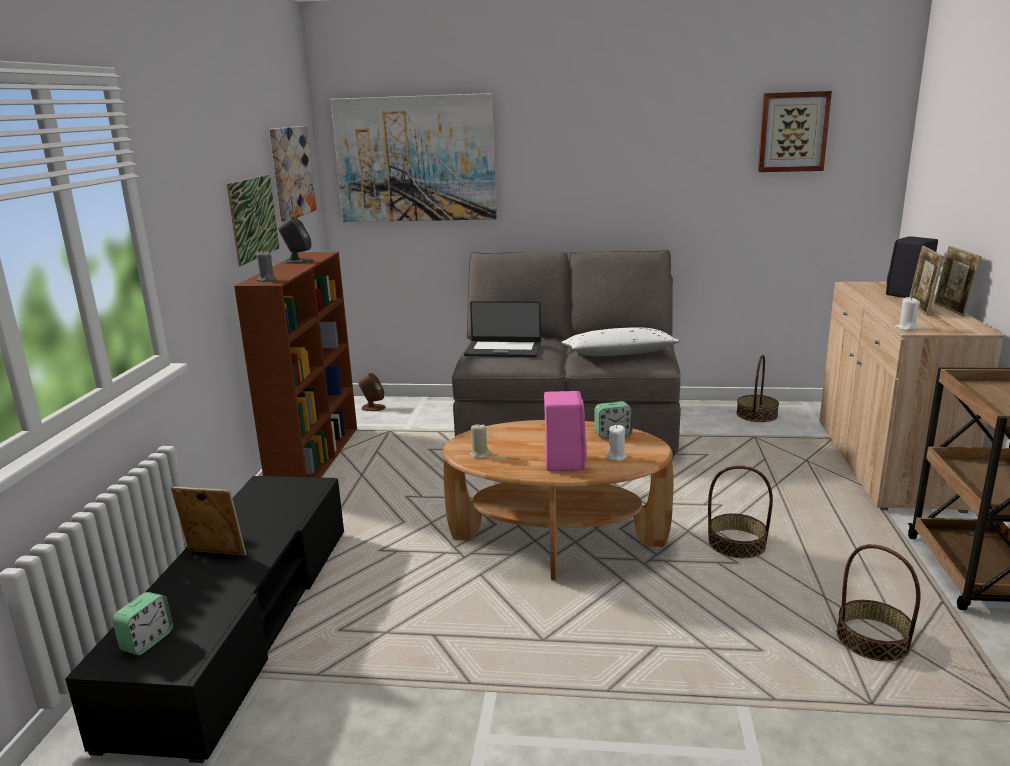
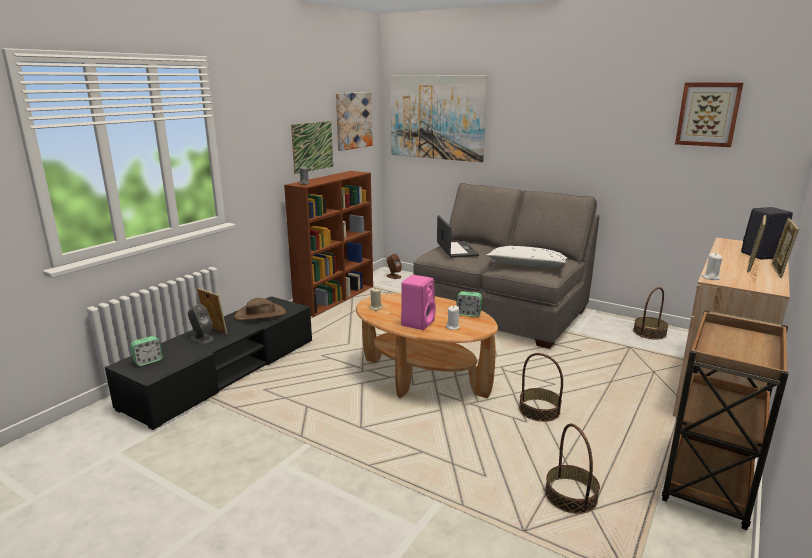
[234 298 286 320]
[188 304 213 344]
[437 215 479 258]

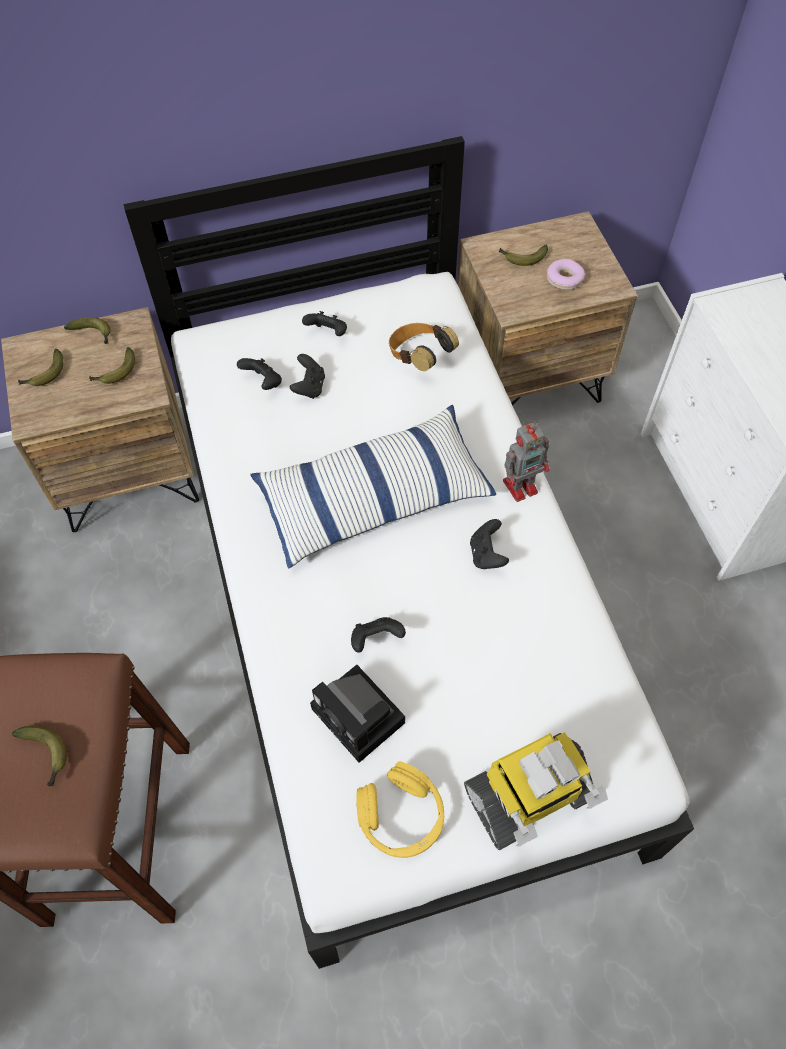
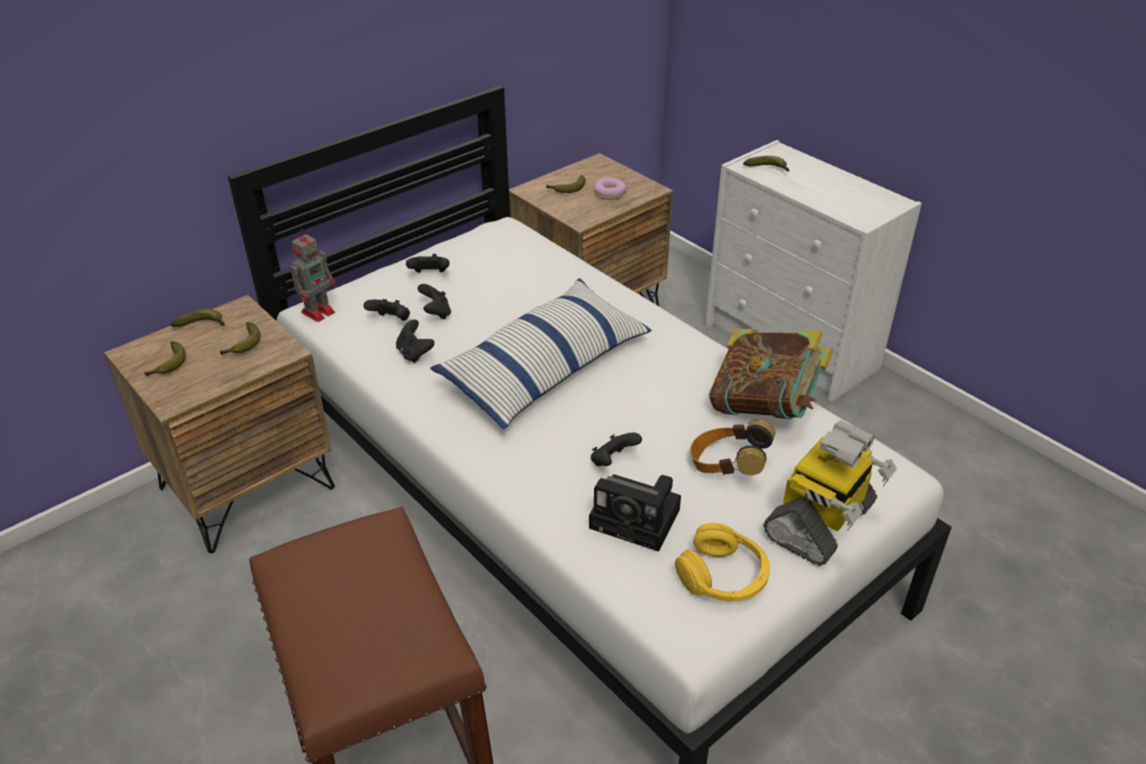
[709 329 833 419]
[743 156 789 171]
[690 420 775 475]
[396 319 435 363]
[290 229 336 322]

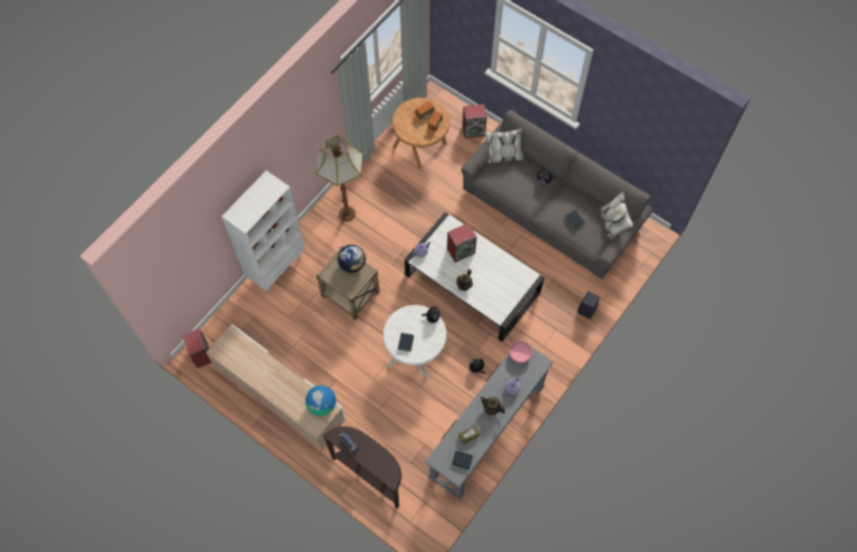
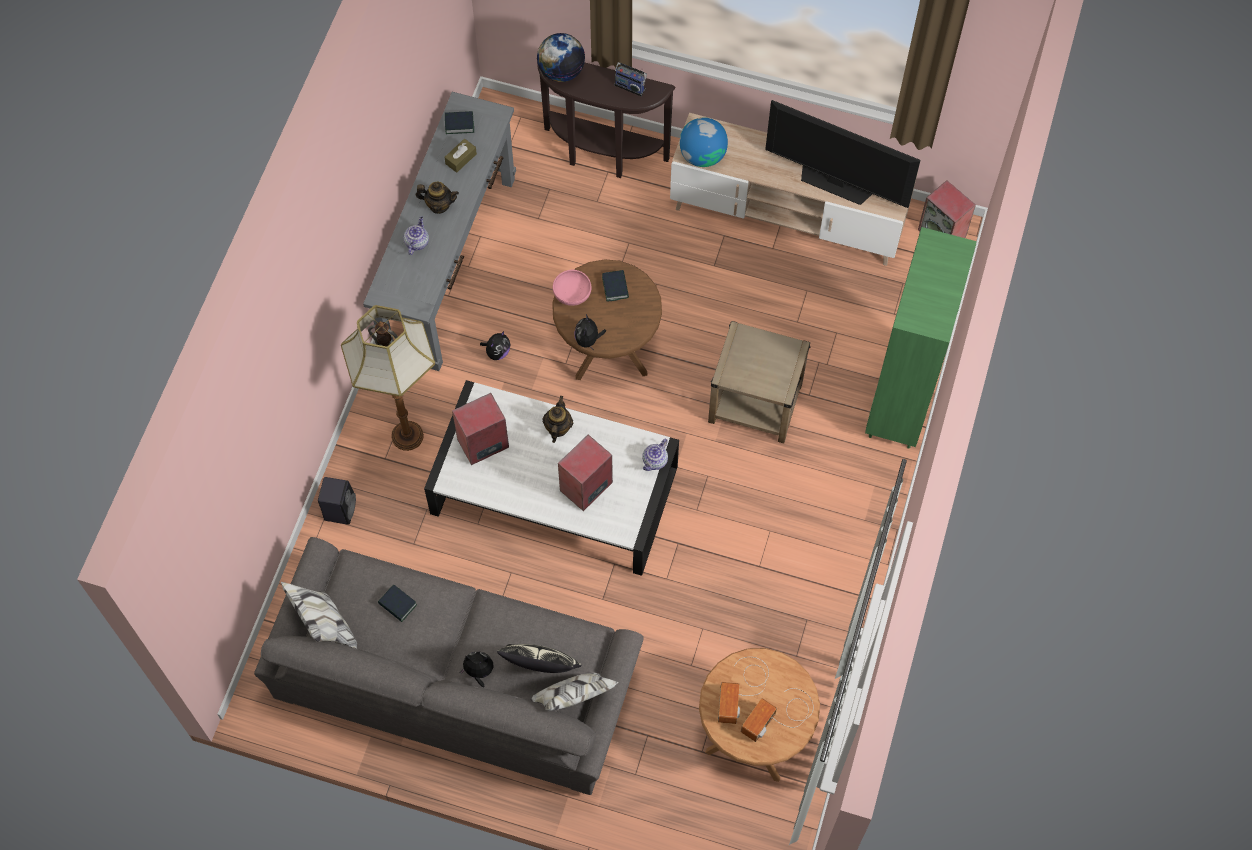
[497 644 581 673]
[765 100 920 208]
[341 305 435 451]
[537 33 585 82]
[452 393 509 465]
[553 270 592 306]
[865 227 977 449]
[552 259 662 380]

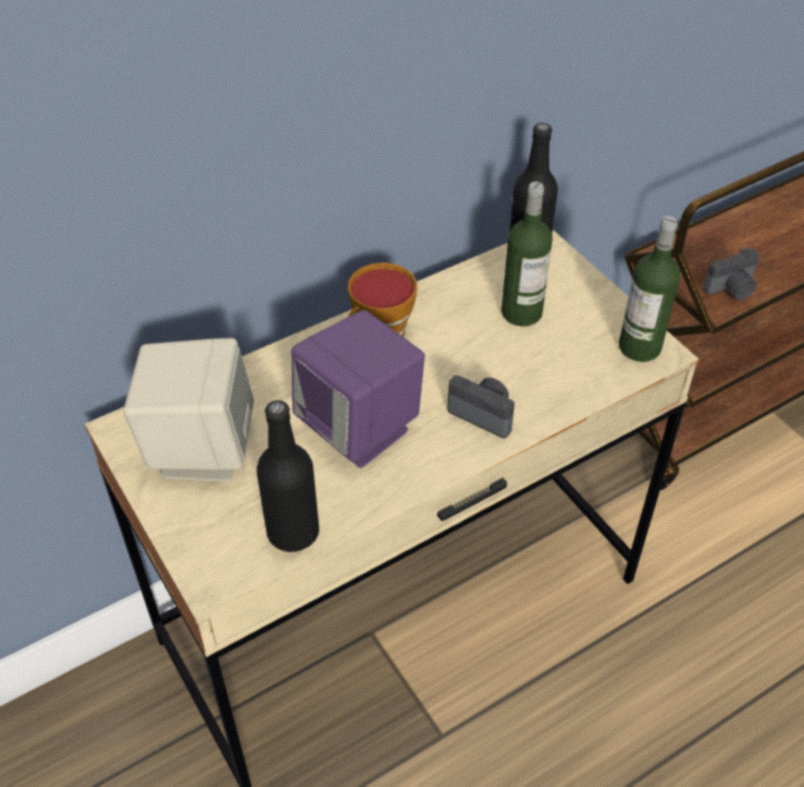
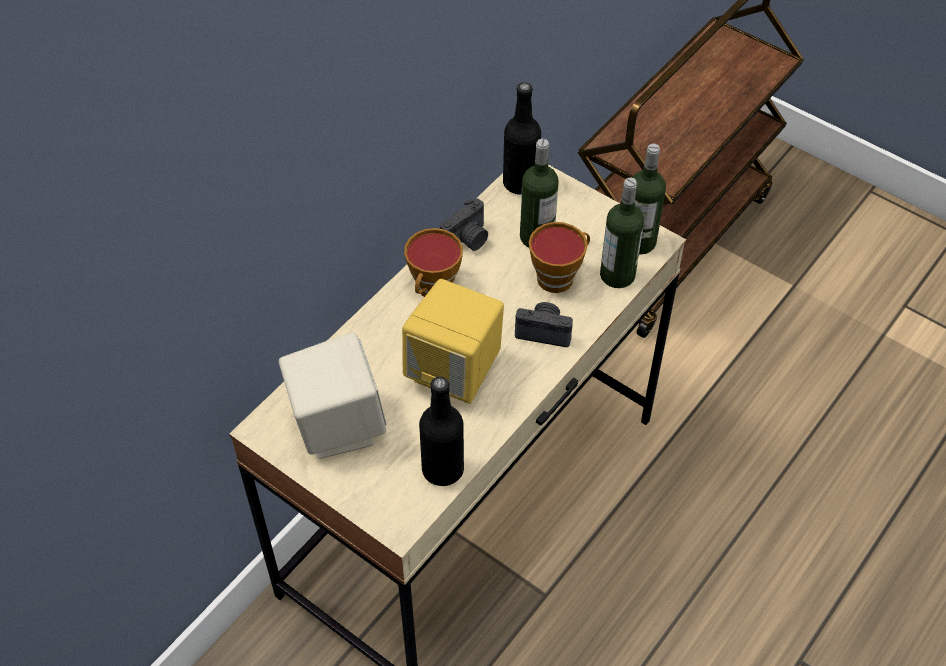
[529 222 590 293]
[600 178 644 288]
[440 198 488 251]
[402 279 504 404]

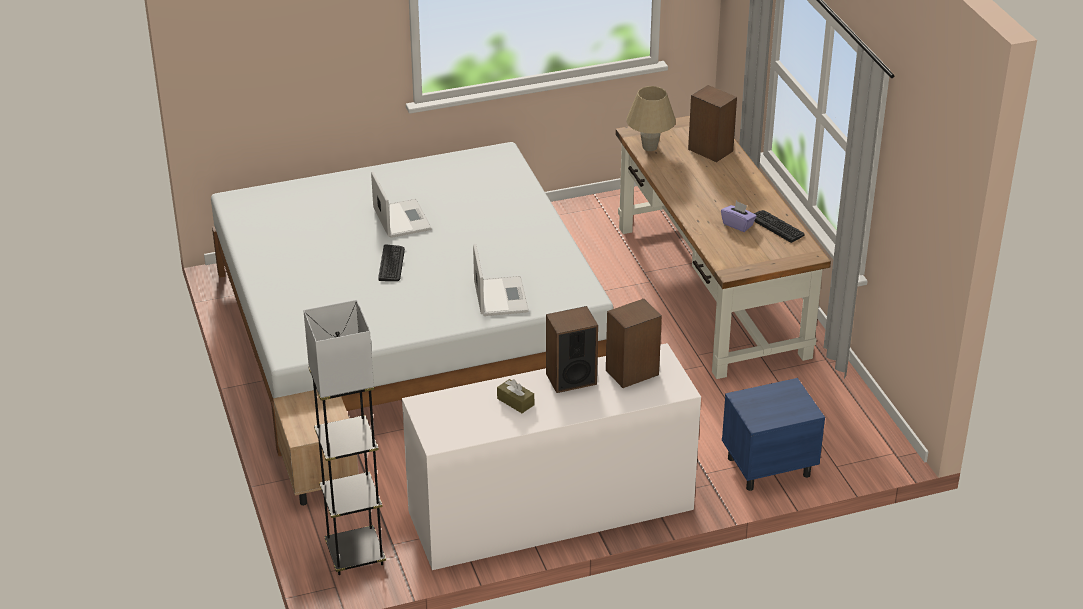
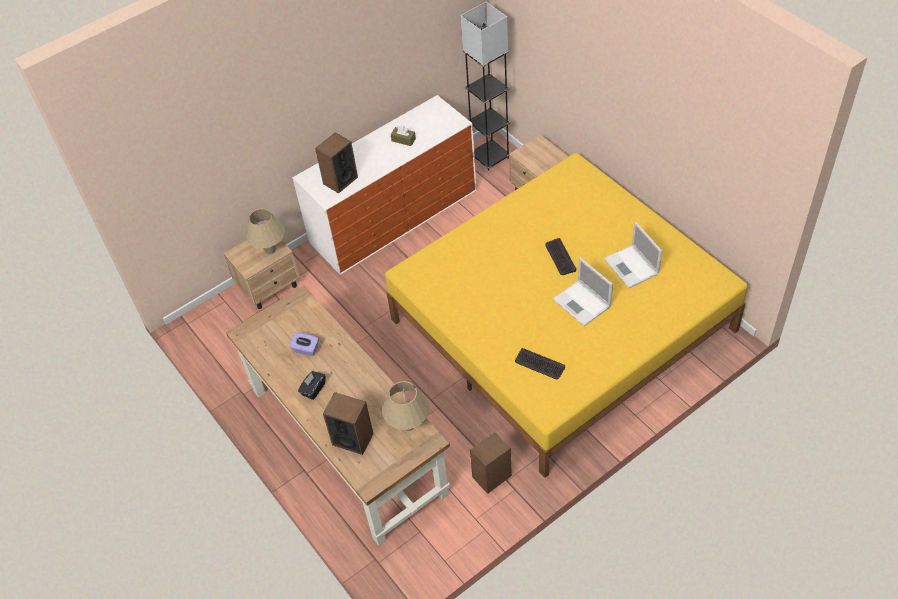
[246 208 285 254]
[298 371 325 400]
[604 222 662 288]
[470 432 512 494]
[515 348 565 379]
[385 153 748 478]
[224 240 300 309]

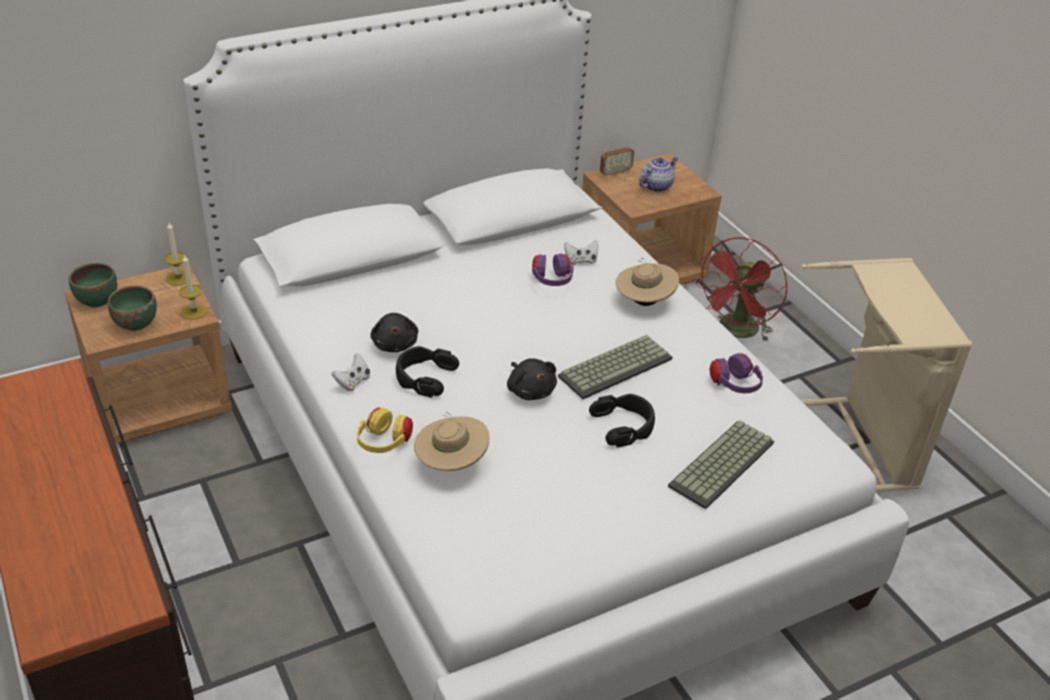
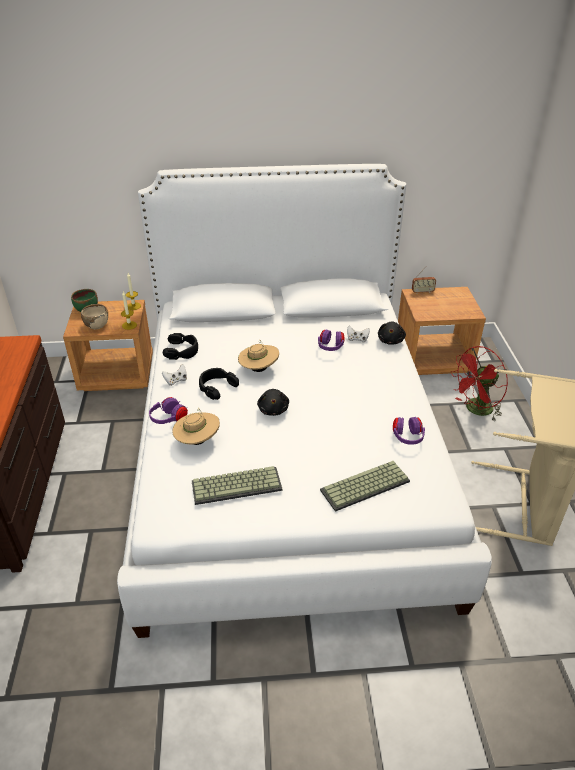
[639 157 678 192] (first image)
[378 322 406 345]
[192 466 282 505]
[163 333 198 360]
[238 340 279 372]
[81 304 108 329]
[149 397 188 424]

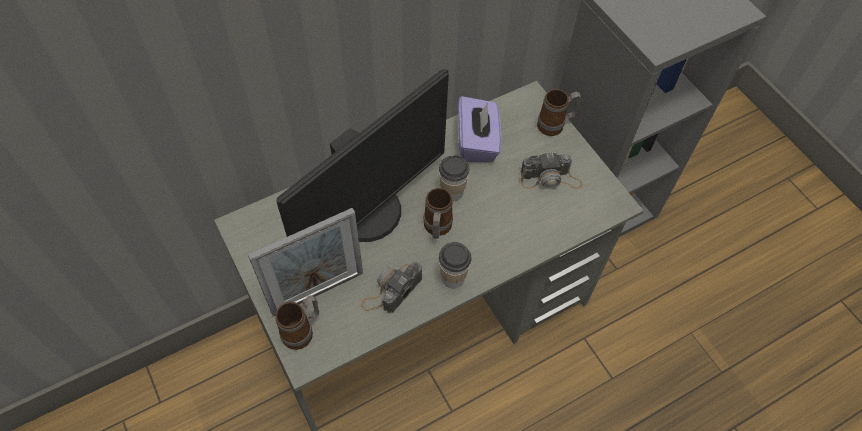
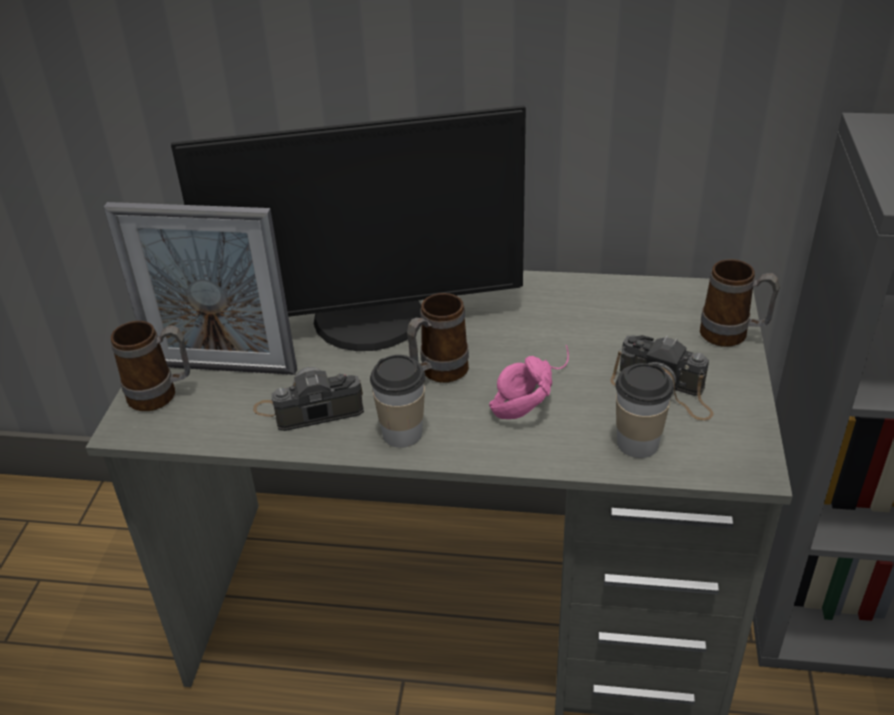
[458 96 501 162] (first image)
[489 345 569 419]
[616 363 673 458]

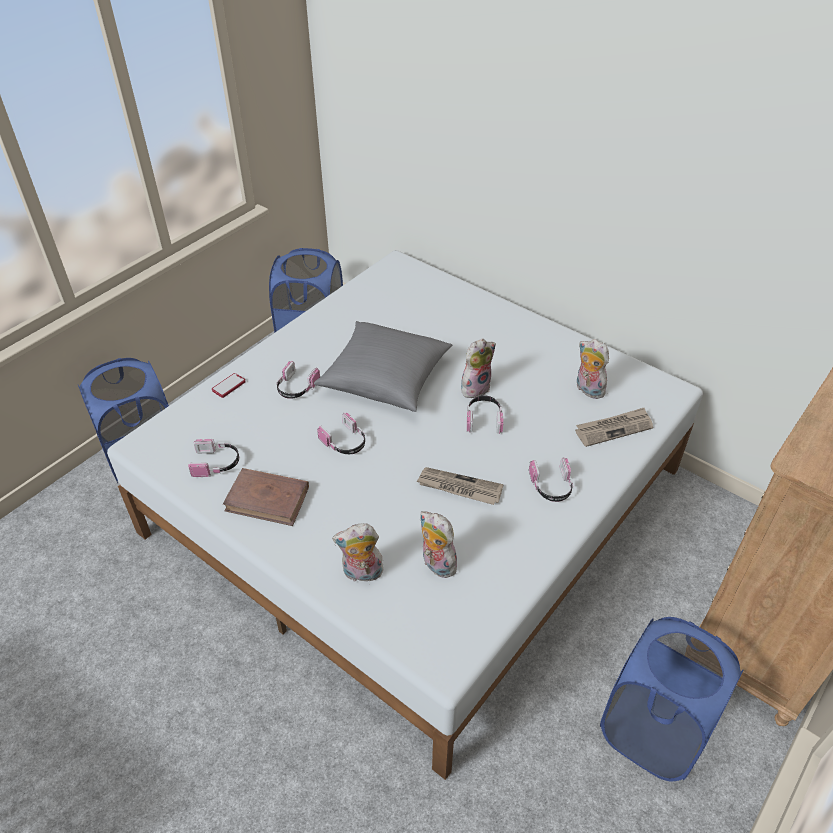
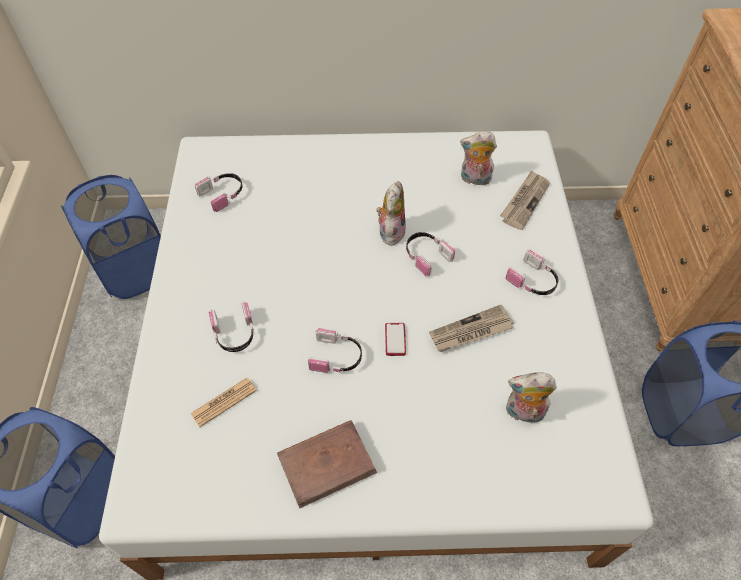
[314 321 452 412] (first image)
[332 523 383 582] (first image)
[191 378 257 427]
[195 173 242 212]
[385 323 406 356]

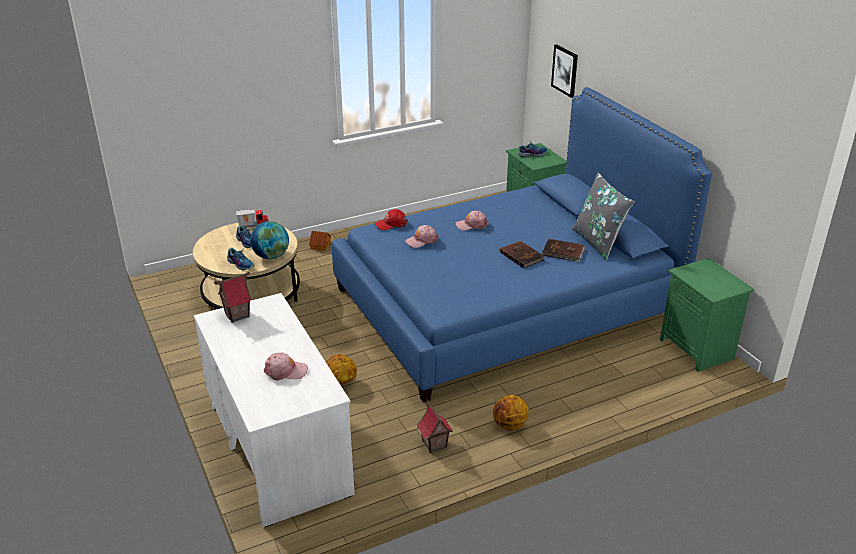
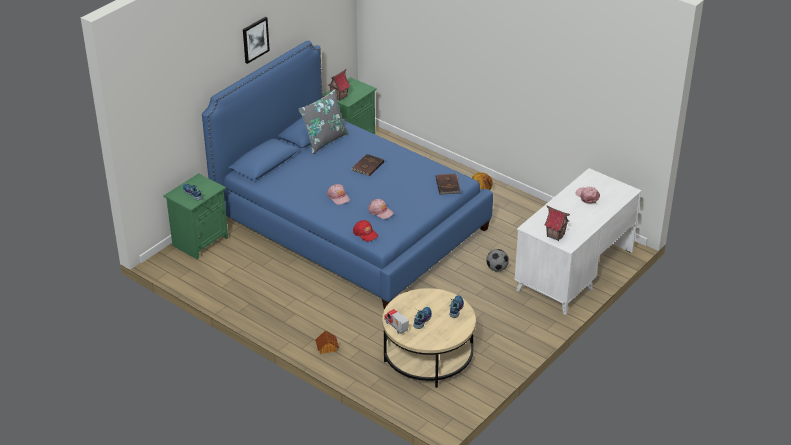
[250 221 289 259] (first image)
[328 69 350 101]
[436 173 461 195]
[243 17 270 64]
[486 249 509 272]

